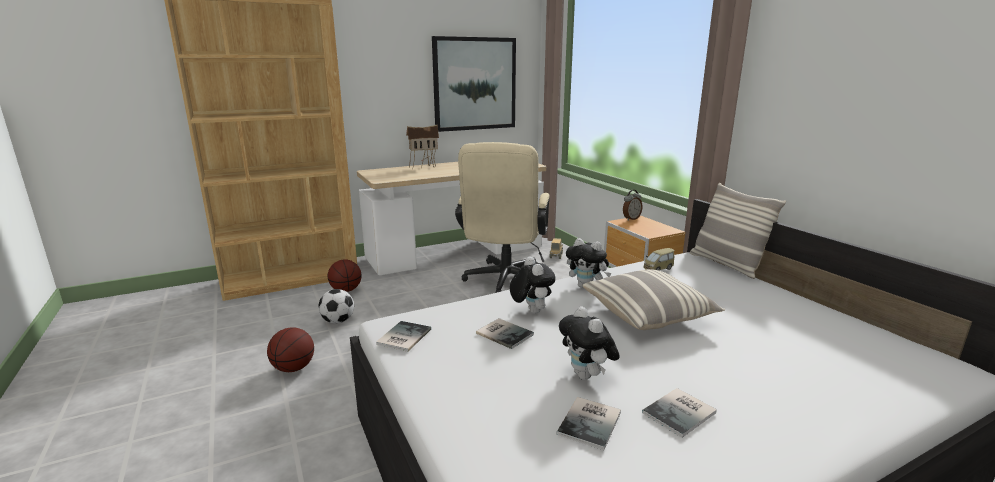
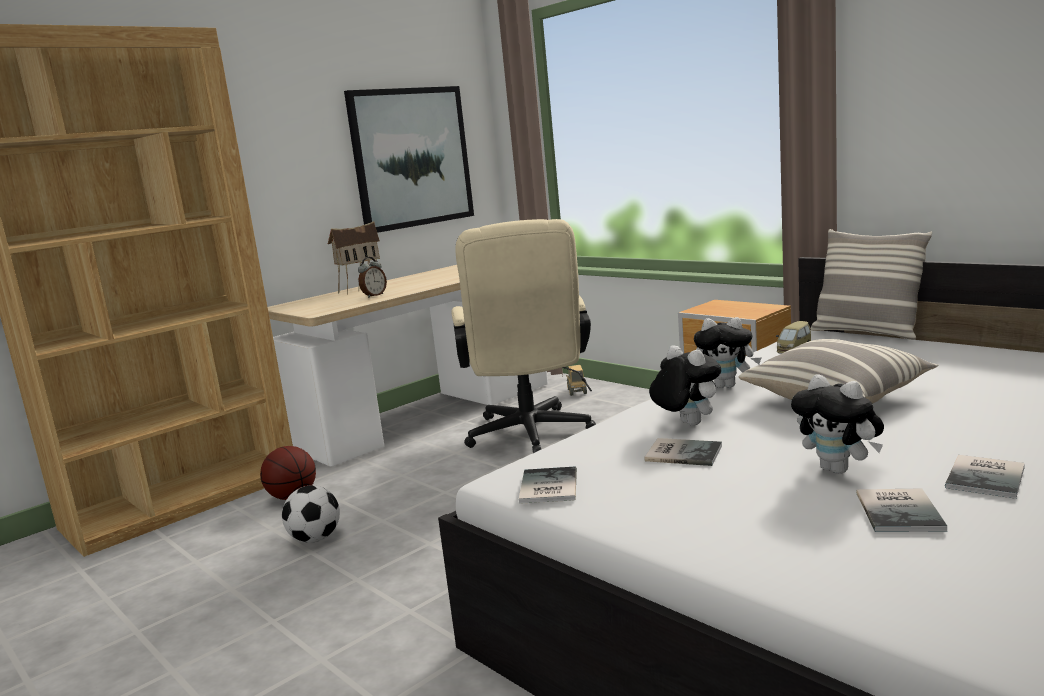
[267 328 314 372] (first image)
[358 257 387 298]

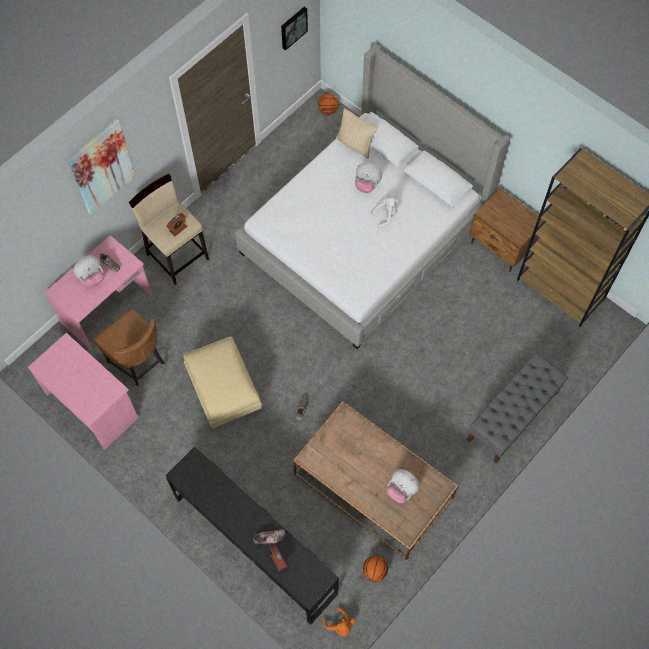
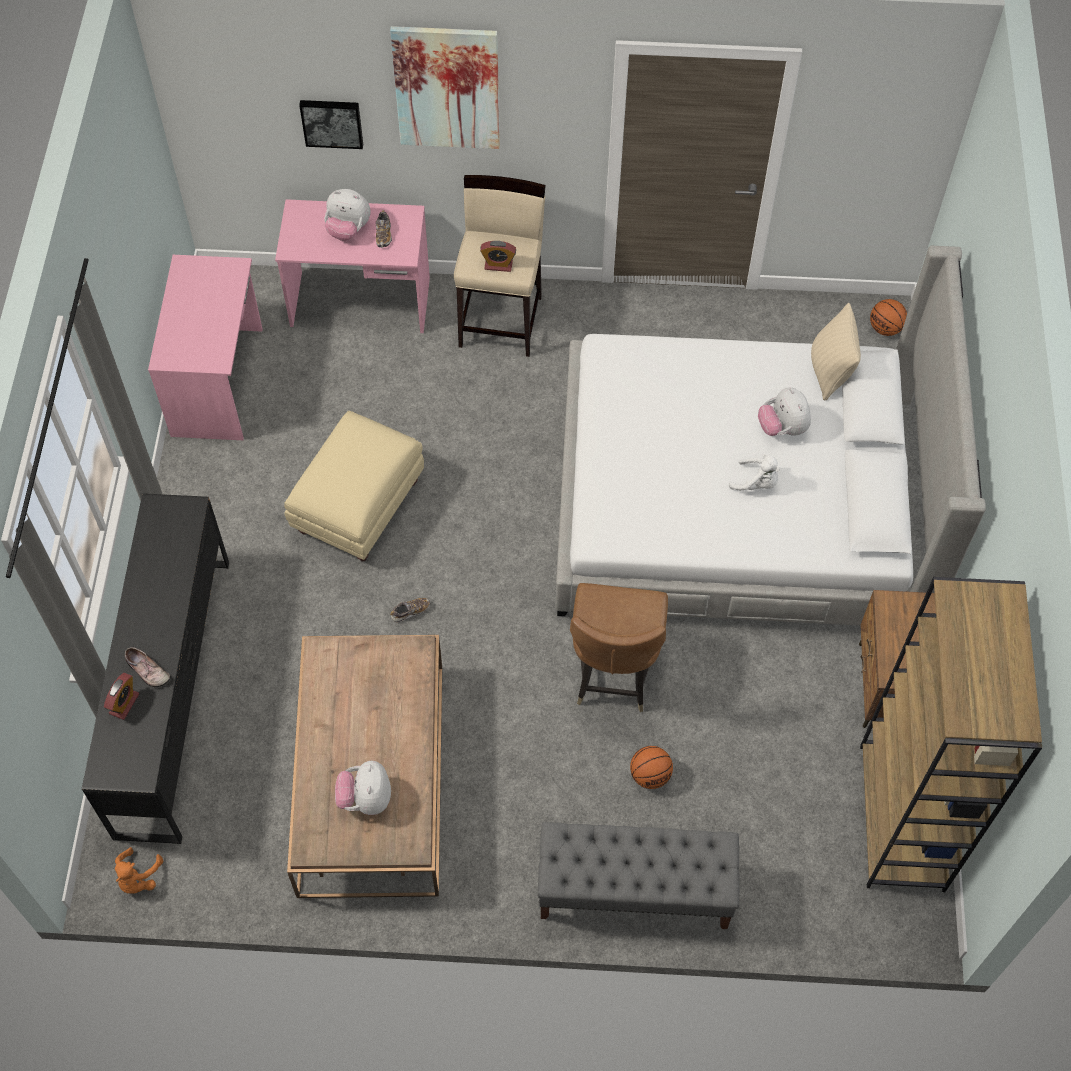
[570 583 668 712]
[299 100 363 149]
[630 746 673 789]

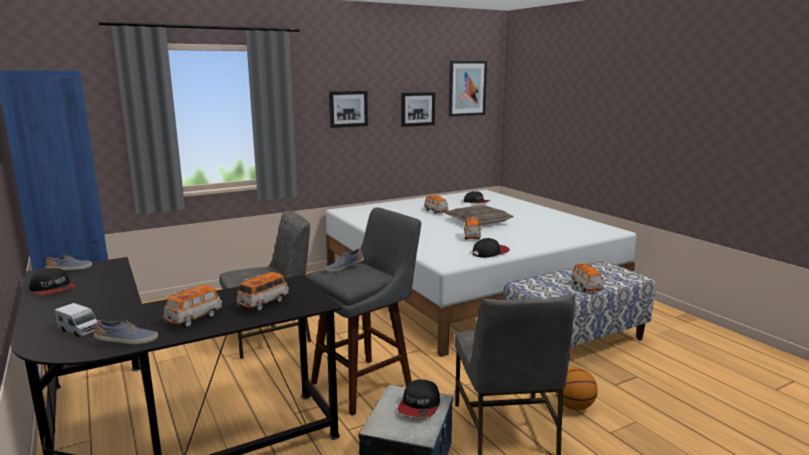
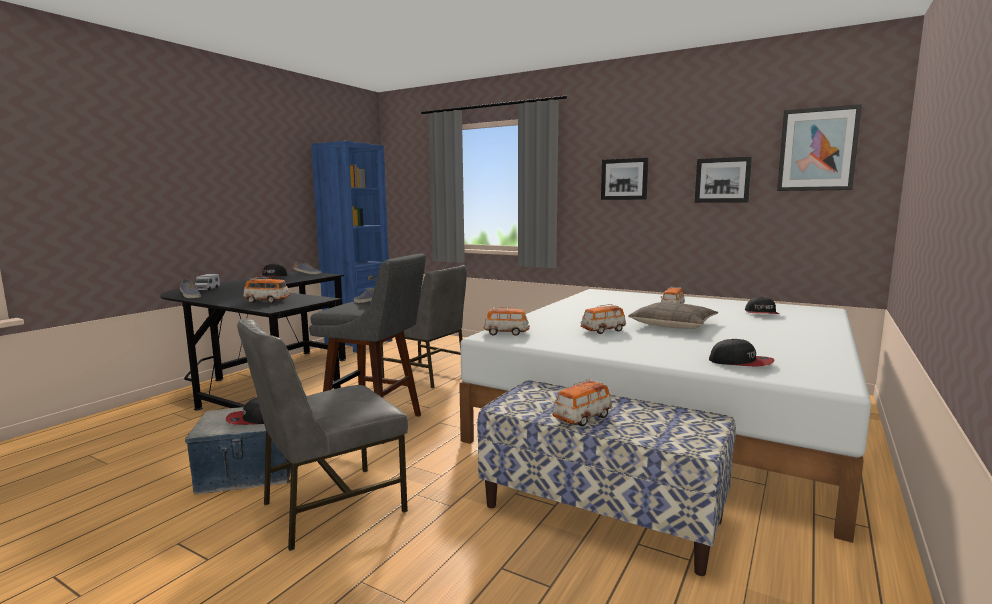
[555 367 598 410] (first image)
[483 307 530 336]
[709 339 774 366]

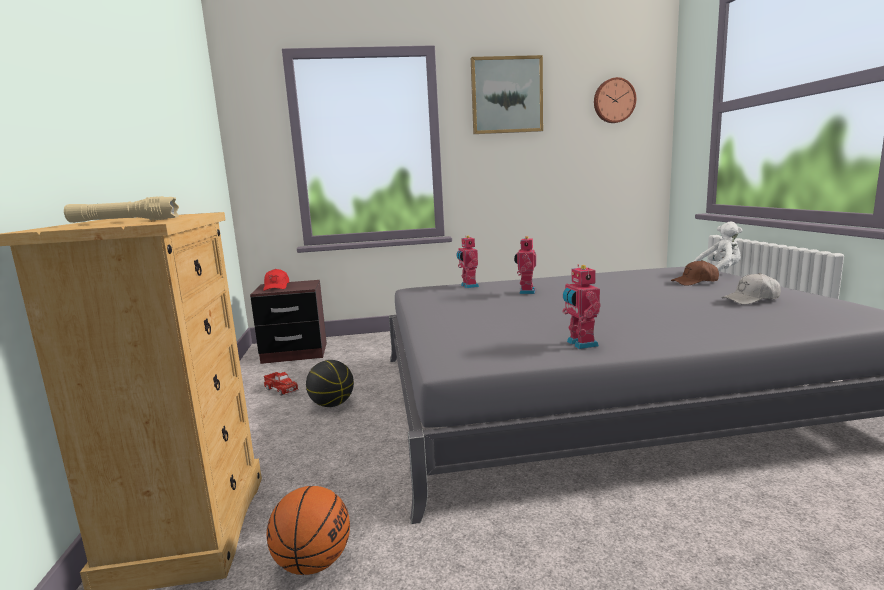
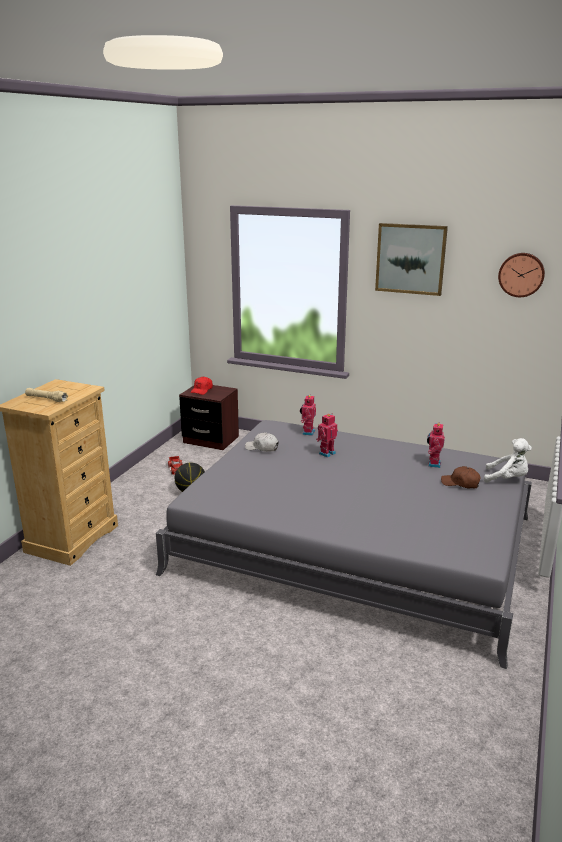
[267 486 350 575] (first image)
[427 423 445 468]
[245 432 279 452]

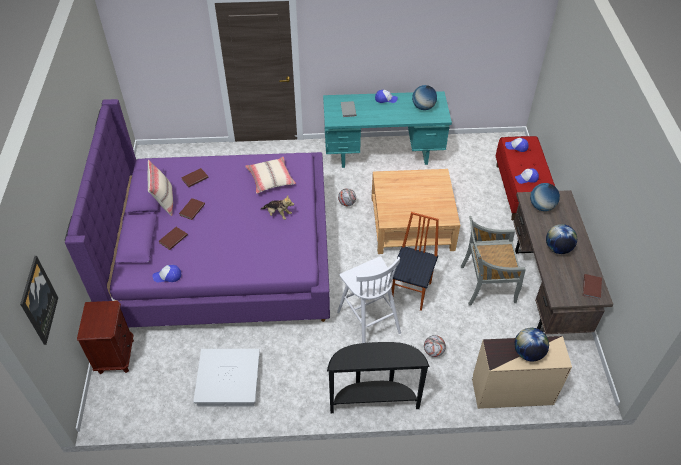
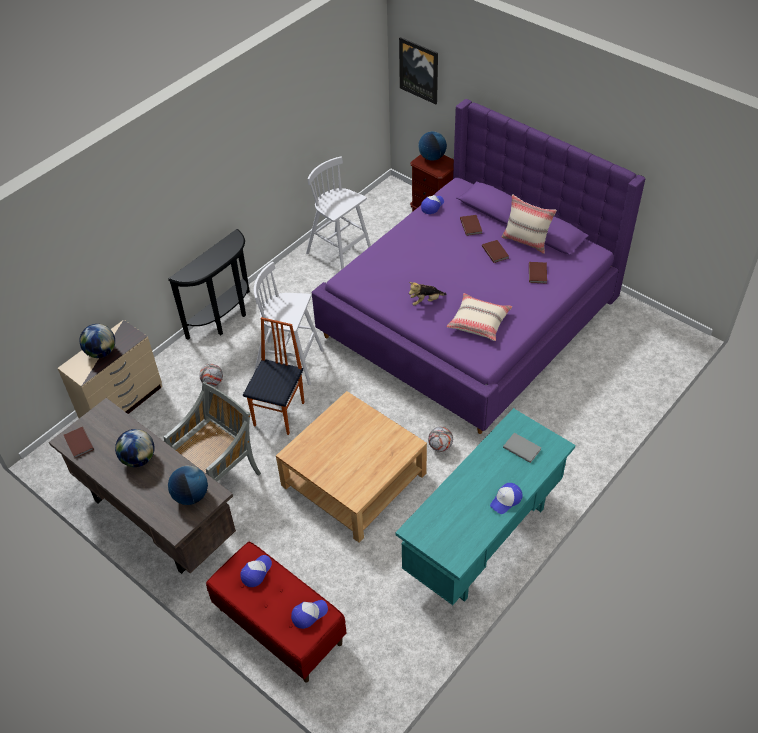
[418 131 447 161]
[306 157 371 270]
[243 317 305 435]

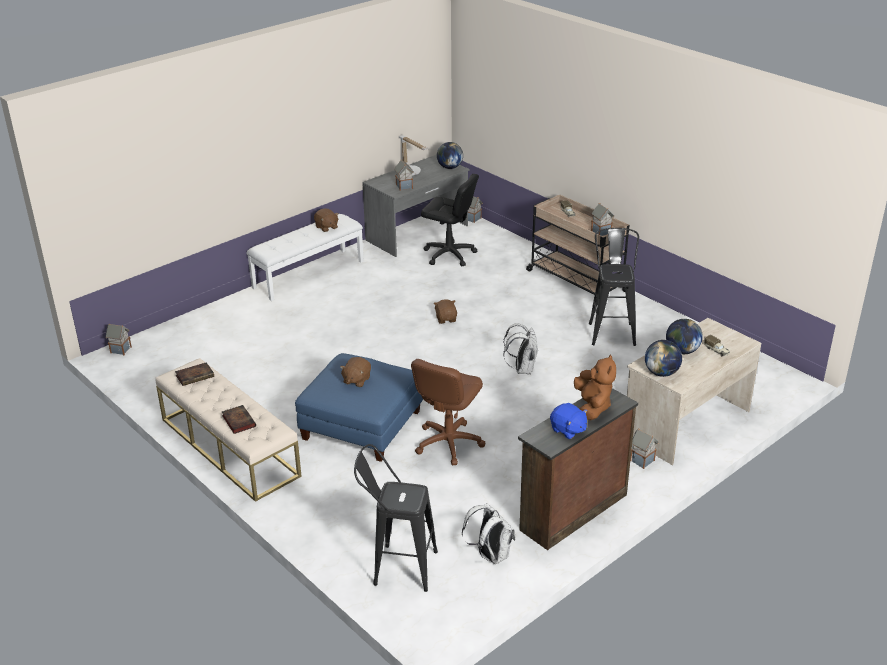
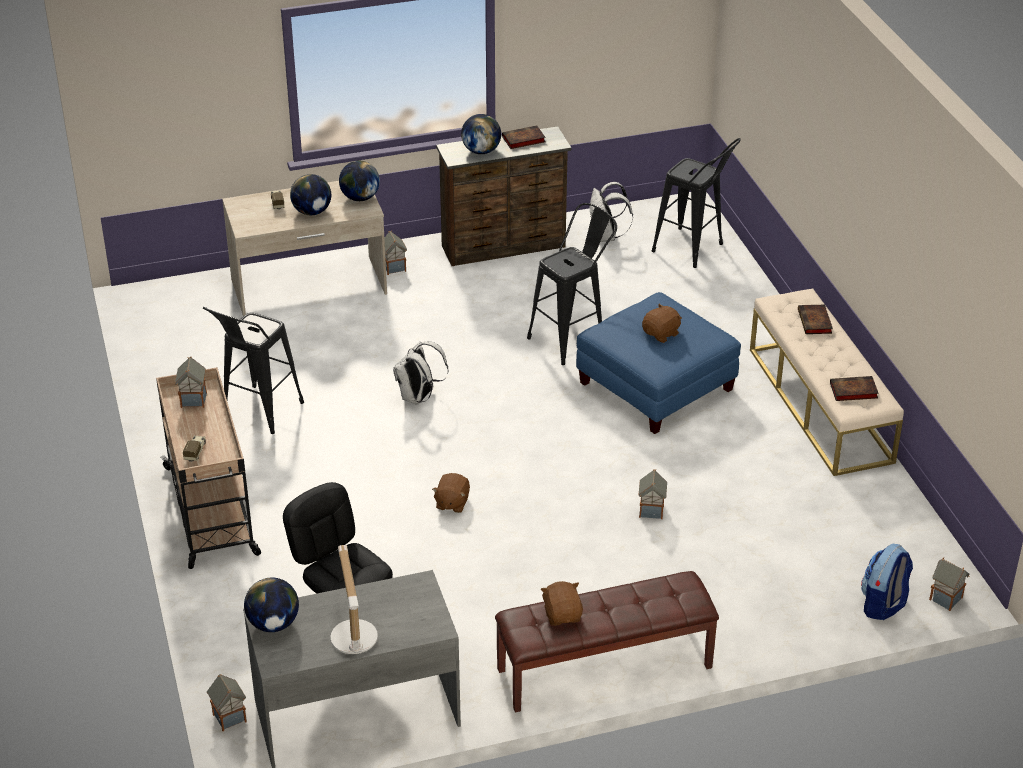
[861 543 913 620]
[639 469 667 519]
[527 203 617 365]
[502 126 546 149]
[461 114 501 154]
[495 571 719 712]

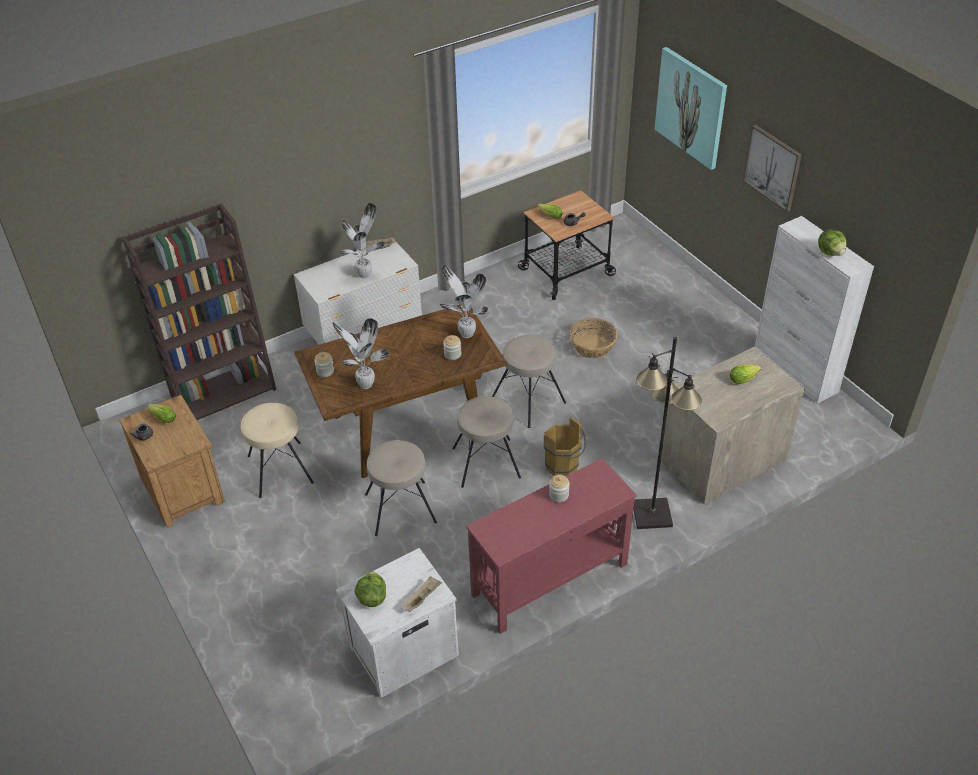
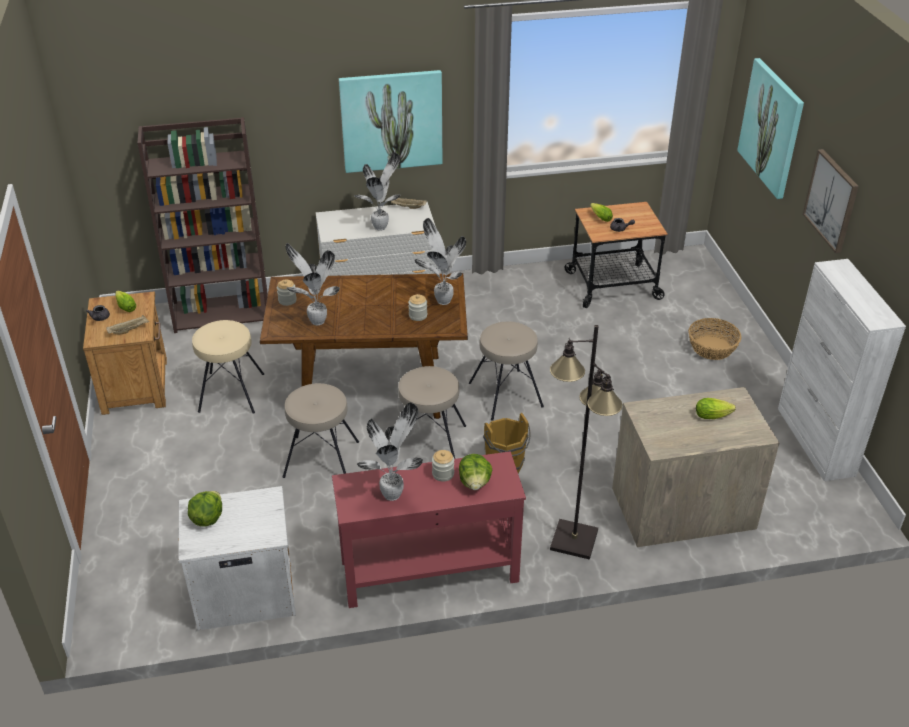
[339 70 442 173]
[357 403 423 501]
[106 315 149 335]
[689 318 741 360]
[459 454 492 490]

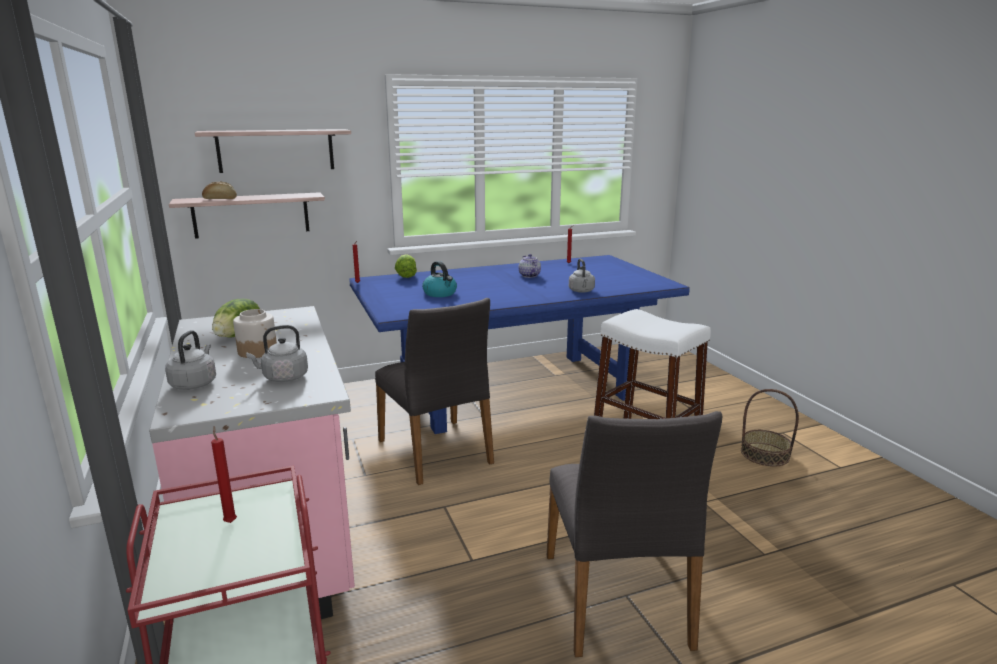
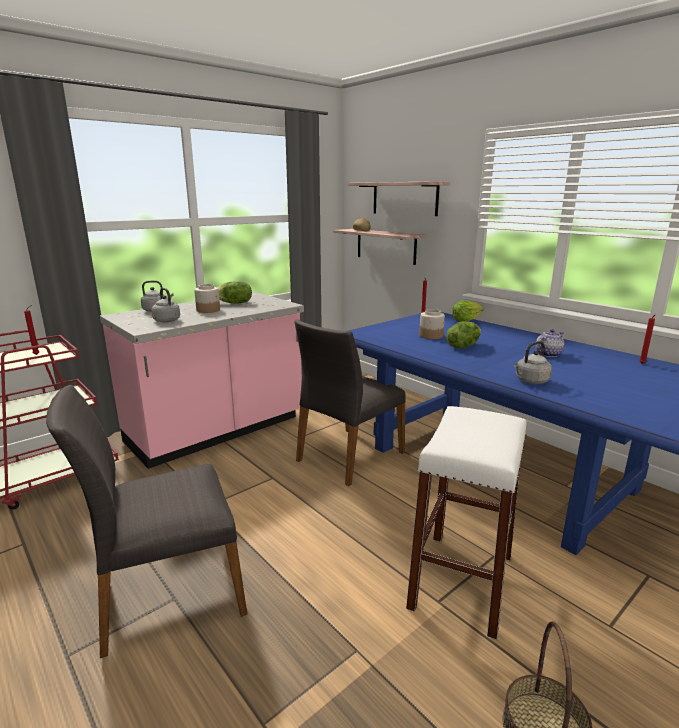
[446 321 481 348]
[419 309 445 339]

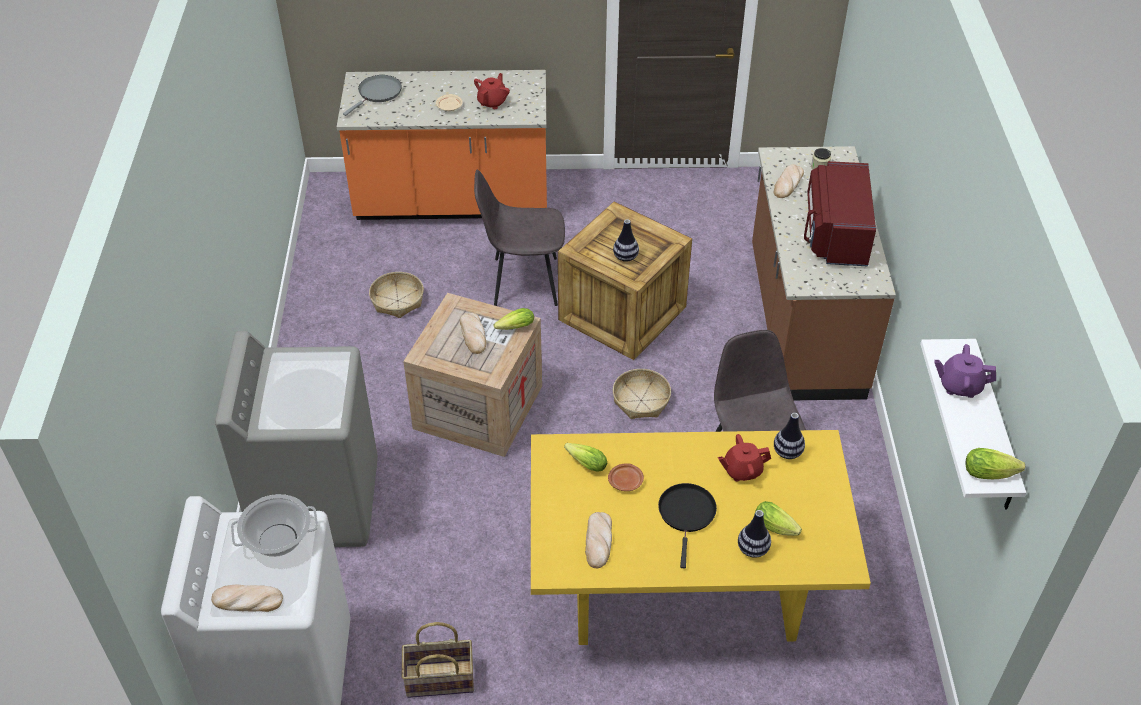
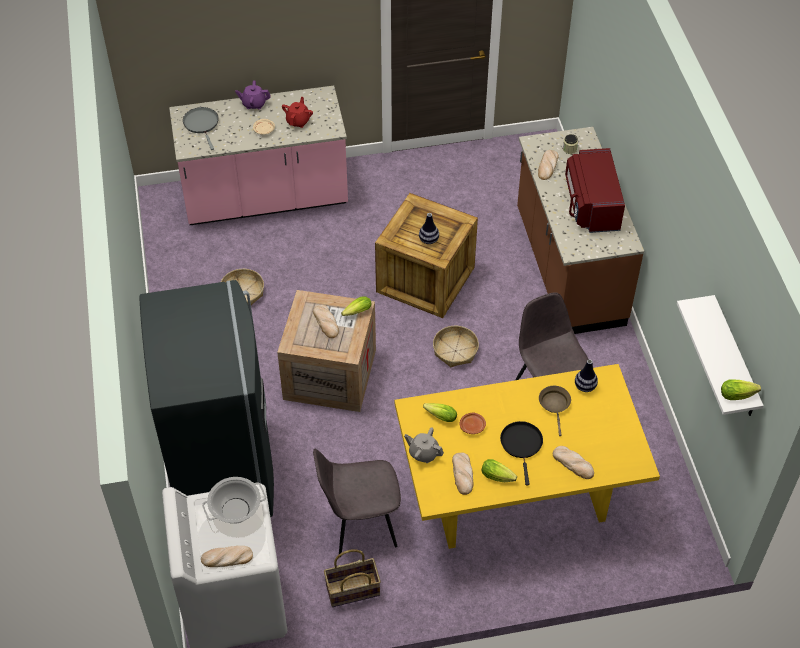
[404 427 444 463]
[313 449 401 557]
[481 459 517 482]
[235 80 271 109]
[139 280 274 517]
[539 386 571 436]
[553 446 594 479]
[169 86 348 225]
[183 107 219 150]

